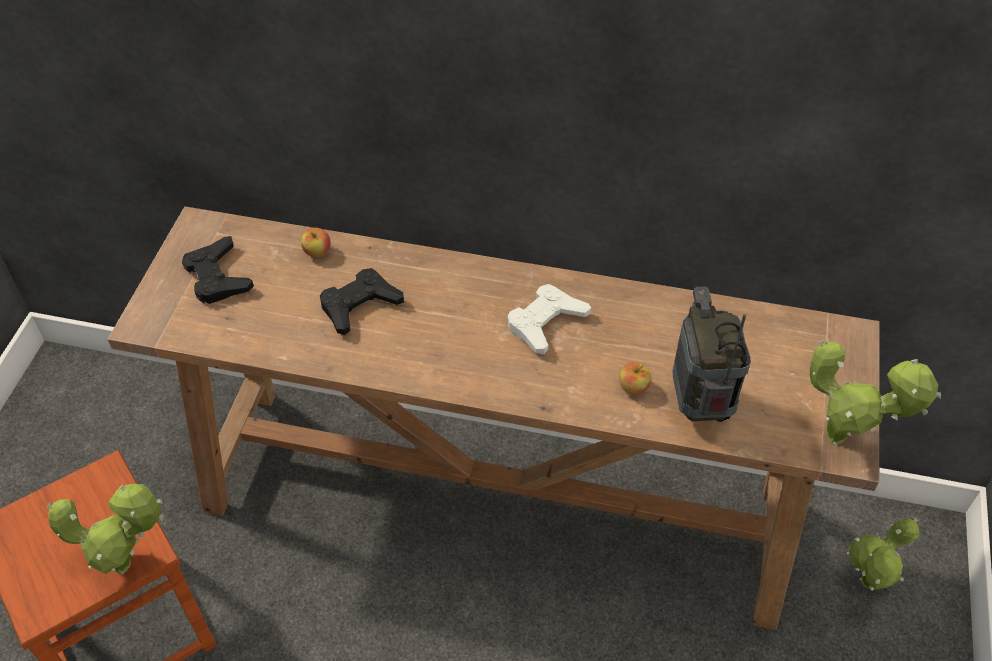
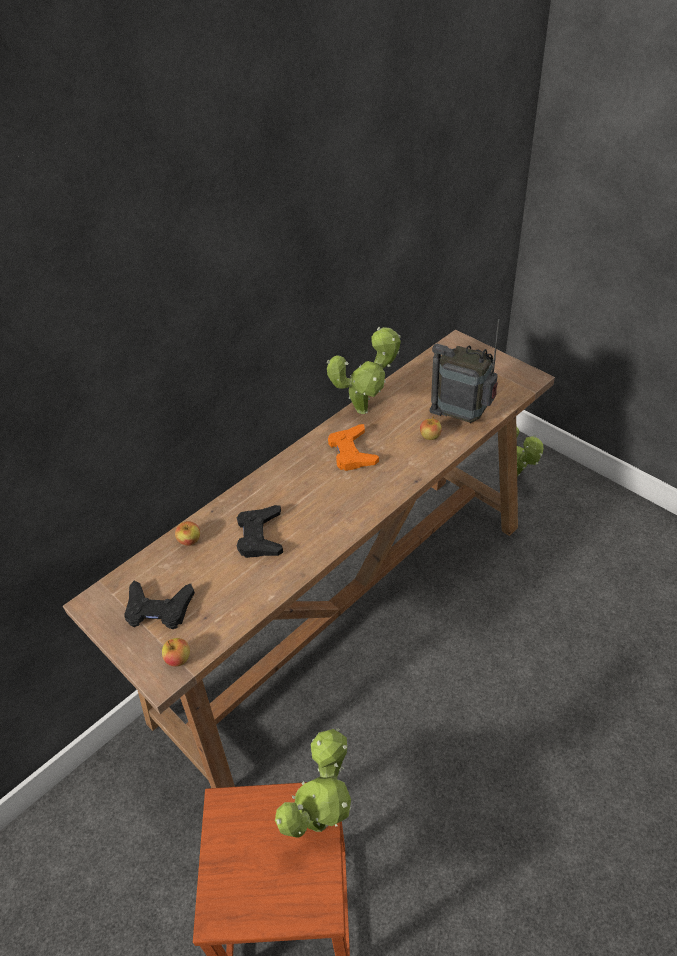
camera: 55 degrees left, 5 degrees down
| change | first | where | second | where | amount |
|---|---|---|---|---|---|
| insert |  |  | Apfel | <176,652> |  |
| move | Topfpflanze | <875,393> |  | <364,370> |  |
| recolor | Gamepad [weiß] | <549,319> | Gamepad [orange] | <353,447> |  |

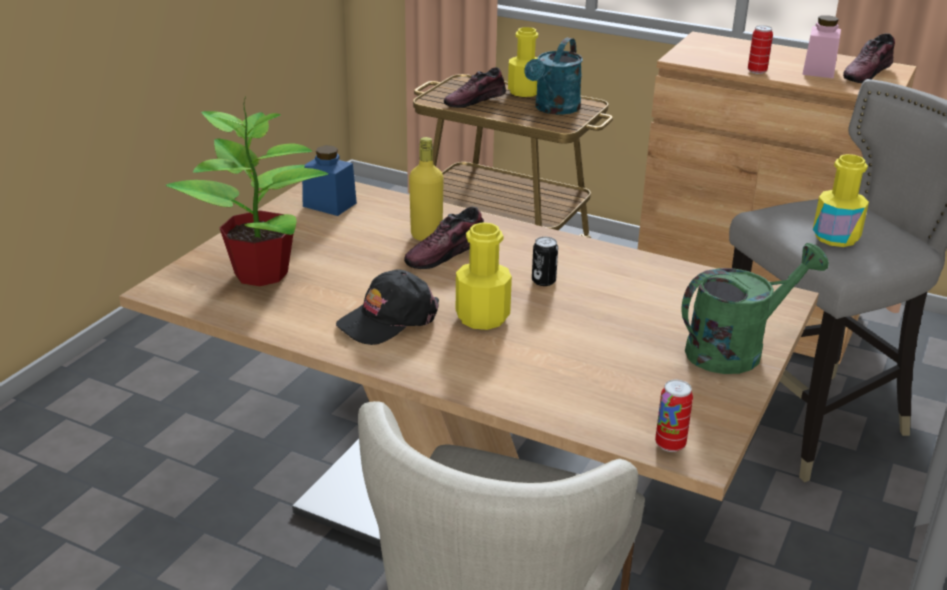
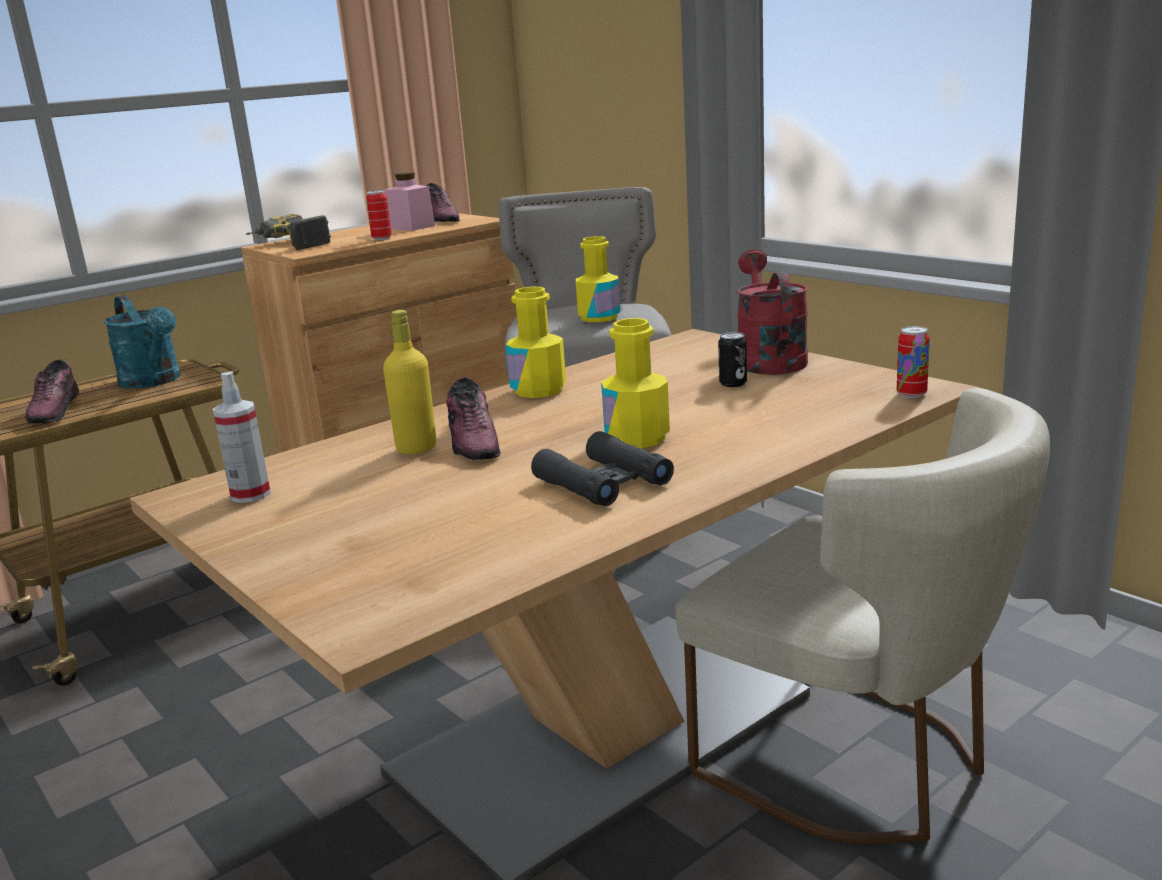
camera: 65 degrees left, 10 degrees down
| change | first | where | second | where | amount |
|---|---|---|---|---|---|
| replace | Vorratsglas [blau] | <329,181> | Sprühflasche | <242,437> |  |
| insert |  |  | Bohrmaschine | <288,232> |  |
| move | Flasche [gelb] | <523,62> |  | <536,342> |  |
| replace | Kappe [schwarz] | <387,307> | Fernglas [schwarz] | <602,468> |  |
| move | Dose | <545,261> |  | <732,359> |  |
| recolor | Gießkanne [grün] | <755,308> | Gießkanne [rot] | <772,312> |  |
| delete | Topfpflanze | <247,191> |  |  |  |

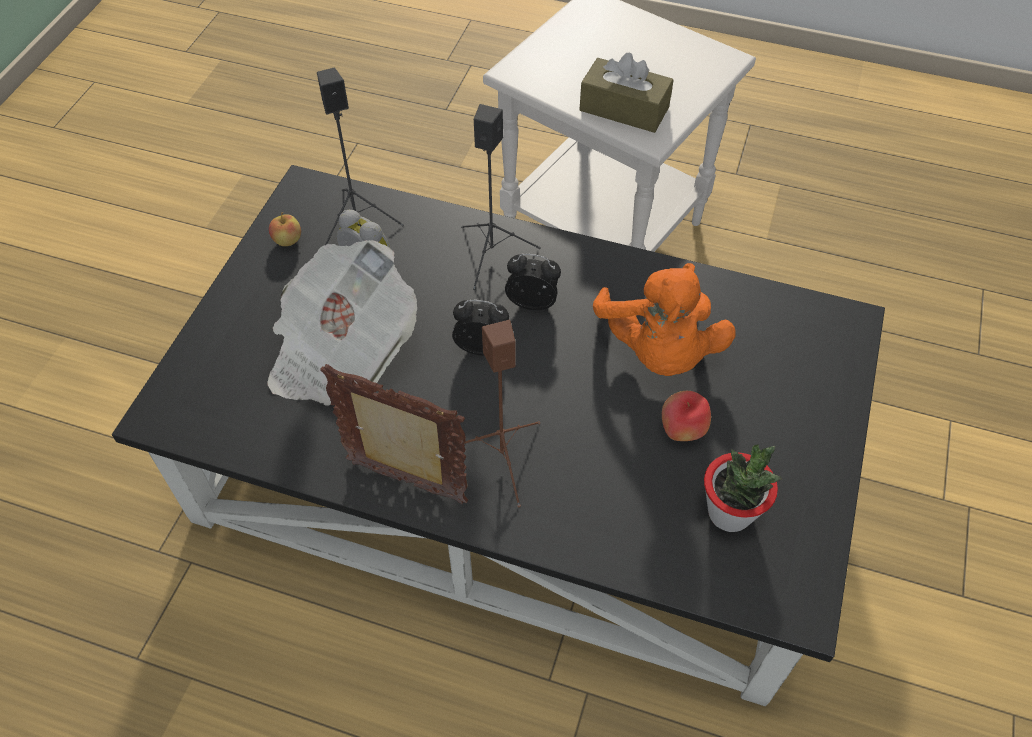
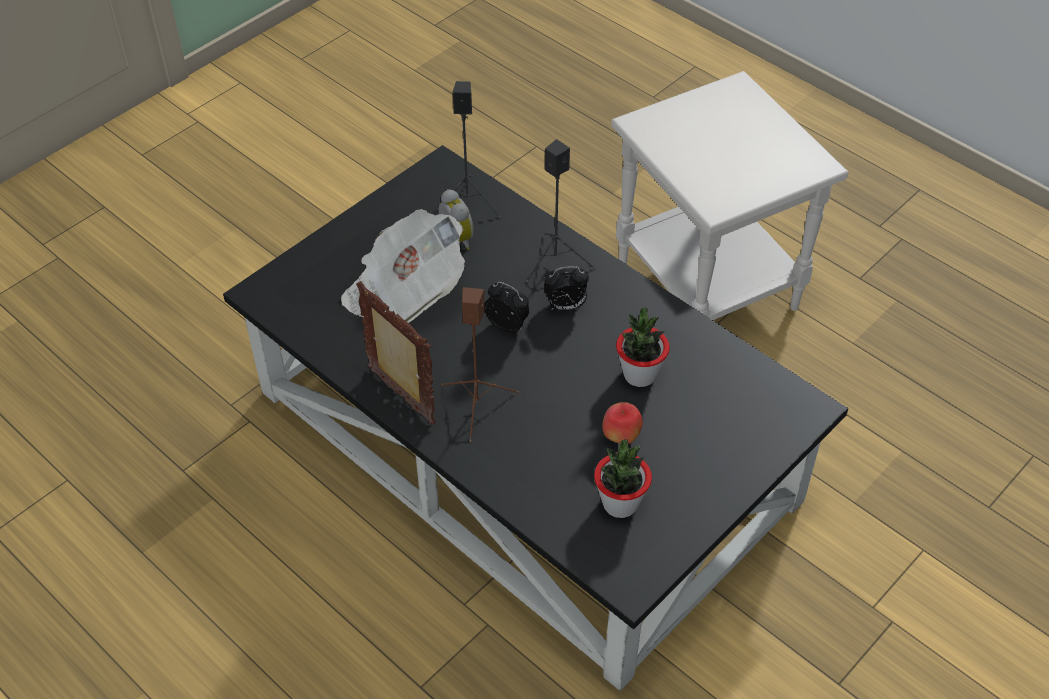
camera: 25 degrees right, 5 degrees down
| change | first | where | second | where | amount |
|---|---|---|---|---|---|
| rotate | Wecker | <533,282> |  | <566,288> | 135 degrees clockwise |
| replace | Plüschtier [orange] | <664,319> | Topfpflanze | <643,347> |  |
| delete | Apfel | <285,229> |  |  |  |
| delete | Taschentuchbox [braun] | <626,93> |  |  |  |

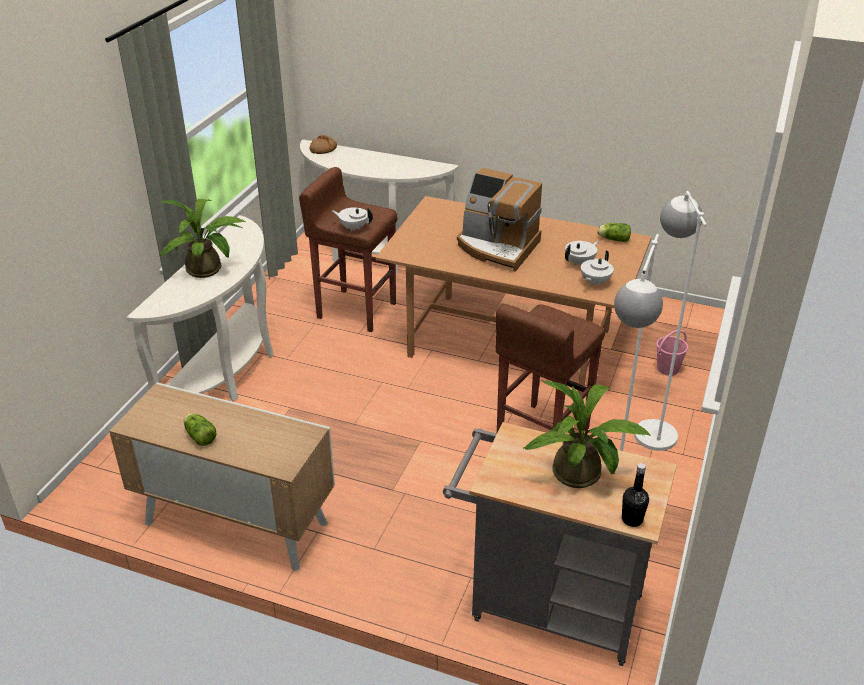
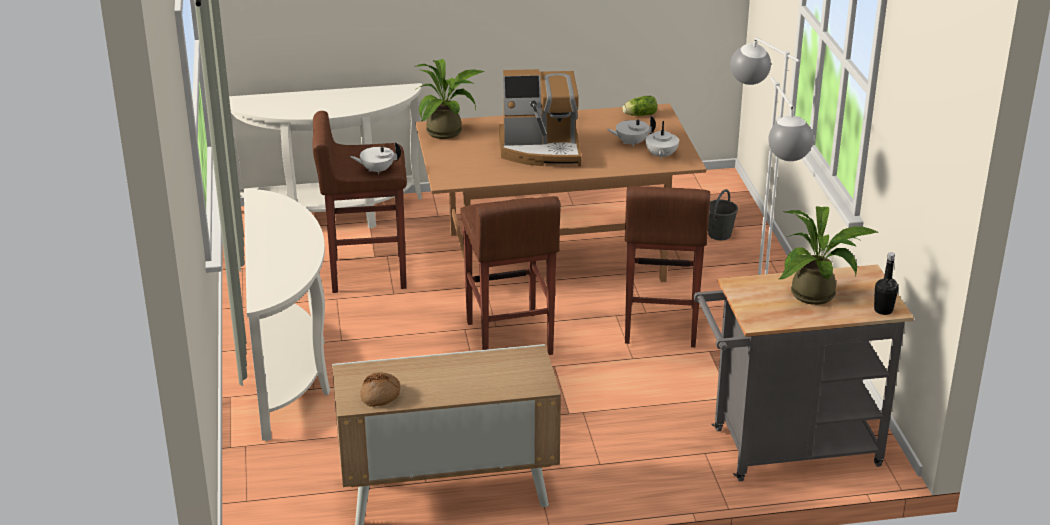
camera: 30 degrees left, 5 degrees down
| change | first | where | second | where | amount |
|---|---|---|---|---|---|
| move | Brot | <323,144> |  | <380,389> |  |
| move | Topfpflanze | <202,238> |  | <450,99> |  |
| insert |  |  | Hocker [braun] | <510,275> |  |
| rotate | Teekanne [weiß] | <582,253> |  | <631,131> | 120 degrees counterclockwise |
| recolor | Eimer [rosa] | <672,352> | Eimer [grau] | <723,214> |  |
| delete | Salatkopf | <200,430> |  |  |  |

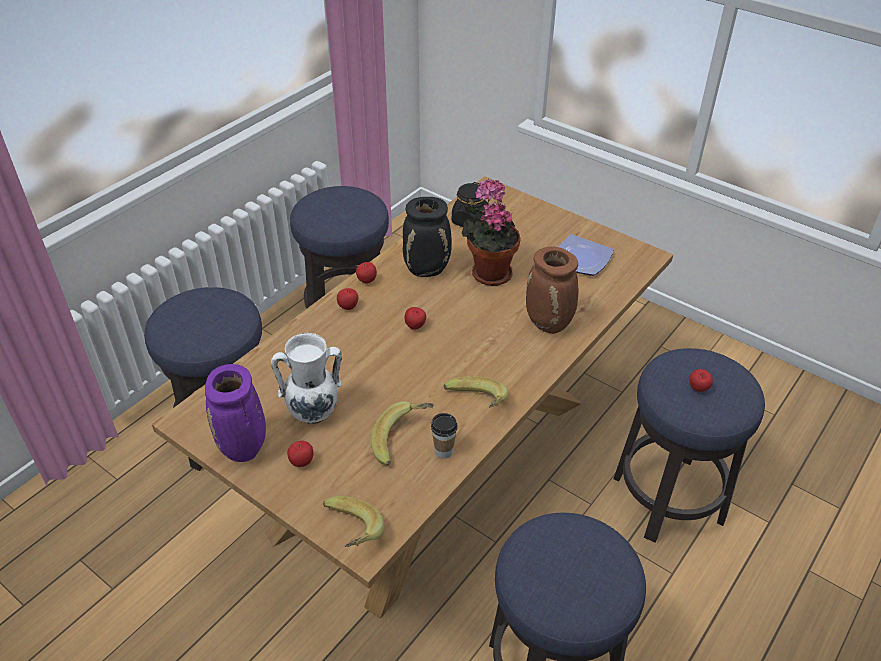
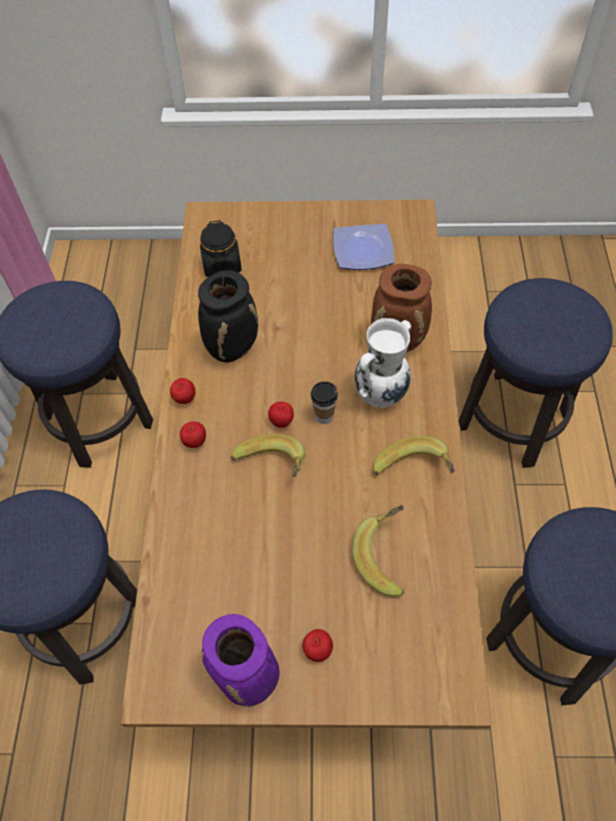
camera: 35 degrees left, 15 degrees up
| change | first | where | second | where | amount |
|---|---|---|---|---|---|
| move | Banane | <353,521> |  | <268,456> |  |
| move | Tasse | <444,436> |  | <324,403> |  |
| move | Vase [weiß] | <306,378> |  | <383,363> |  |
| delete | Topfpflanze | <491,232> |  |  |  |
| delete | Apfel | <701,380> |  |  |  |

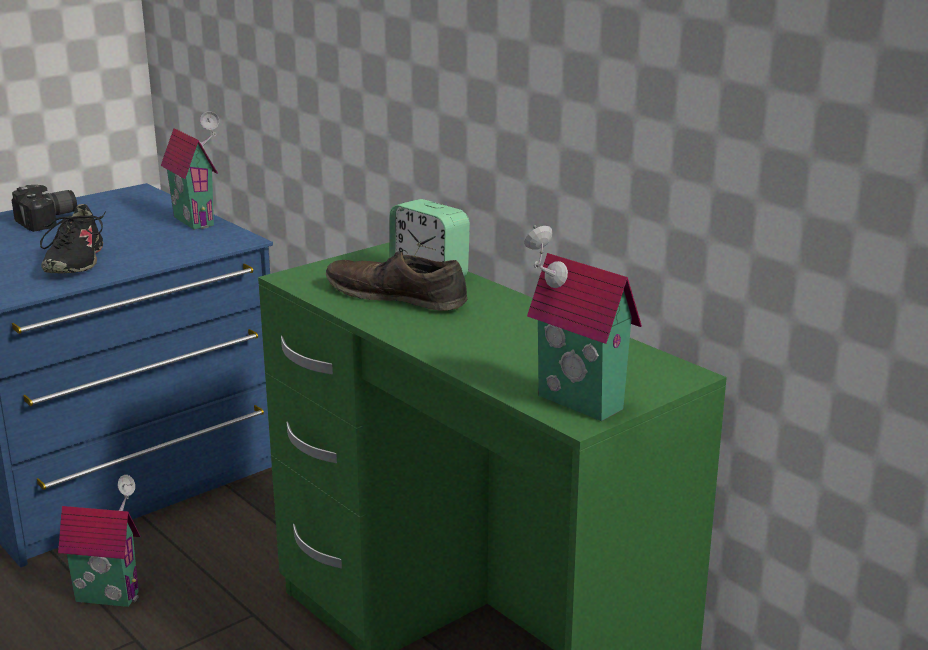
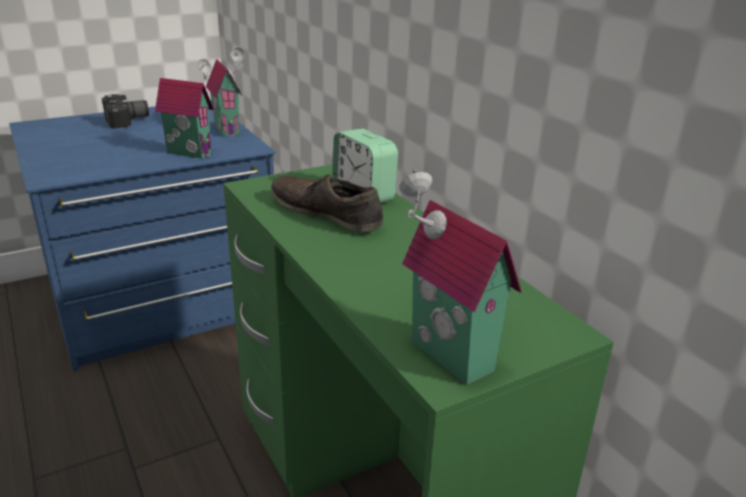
camera: 10 degrees right, 5 degrees up
| change | first | where | second | where | amount |
|---|---|---|---|---|---|
| move | Spielzeughaus | <99,541> |  | <184,109> |  |
| delete | Schuh [schwarz] | <73,238> |  |  |  |

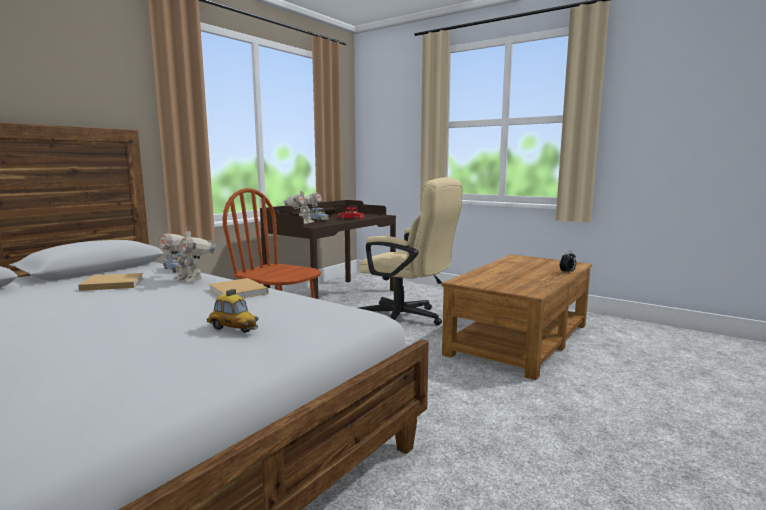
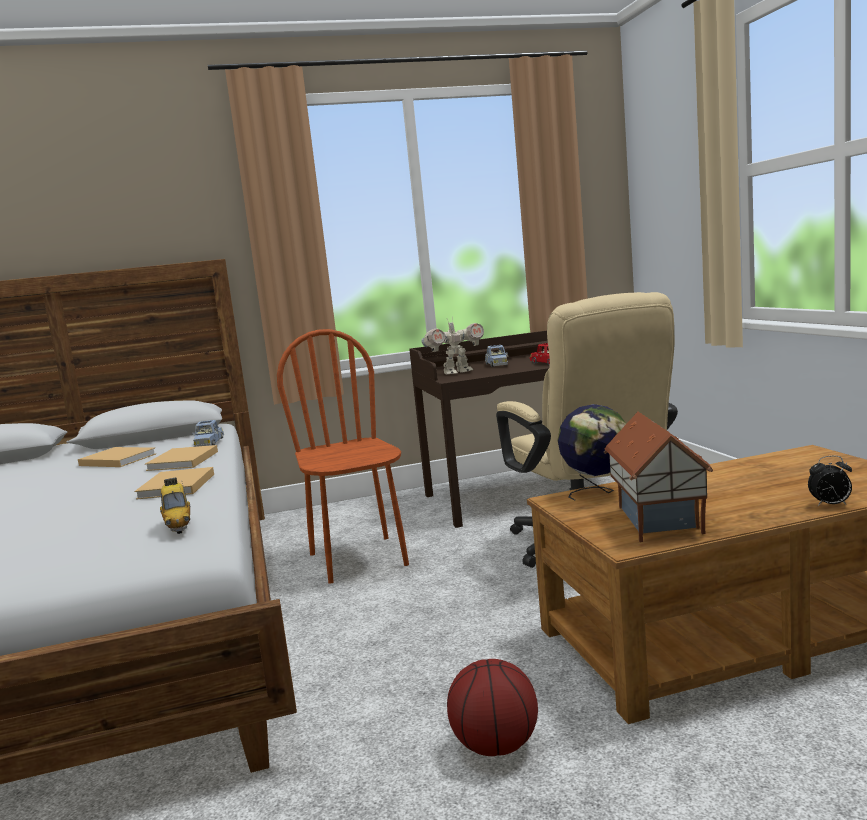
camera: 40 degrees right, 0 degrees up
| change | first | where | second | where | amount |
|---|---|---|---|---|---|
| replace | Spielzeugroboter | <187,254> | Buch [beige] | <181,458> |  |
| move | Spielzeugauto | <233,311> |  | <175,505> |  |
| insert |  |  | Basketball | <492,707> |  |
| insert |  |  | Globus | <592,452> |  |
| insert |  |  | Spielzeughaus | <658,477> |  |

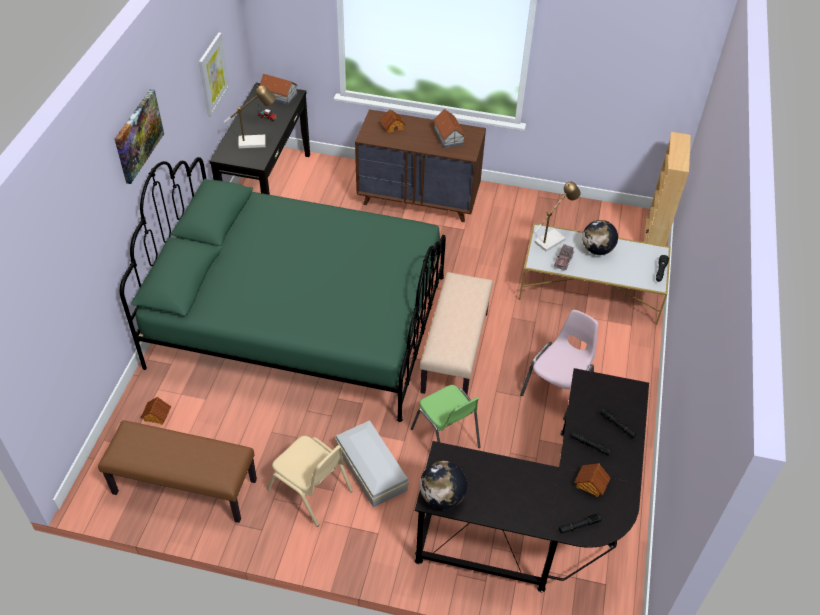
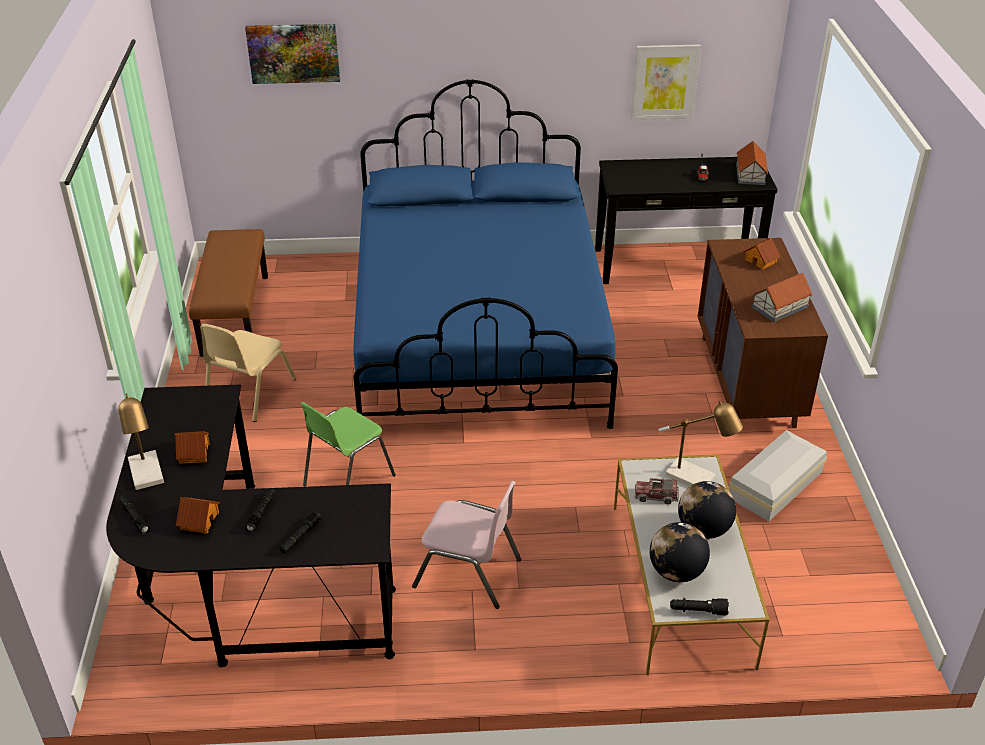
camera: 75 degrees right, 10 degrees down
| change | first | where | second | where | amount |
|---|---|---|---|---|---|
| move | Tischlampe | <250,116> |  | <141,441> |  |
| move | Spielzeughaus | <156,411> |  | <192,447> |  |
| move | Bild | <139,136> |  | <292,54> |  |
| recolor | Bett [grün] | <283,289> | Bett [blau] | <485,254> |  |
| move | Globus | <443,485> |  | <680,552> |  |
| move | Aufbewahrungsbox [weiß] | <372,463> |  | <778,475> |  |
| delete | Bank [beige] | <456,333> |  |  |  |
| delete | Bücherregal [beige] | <667,189> |  |  |  |

